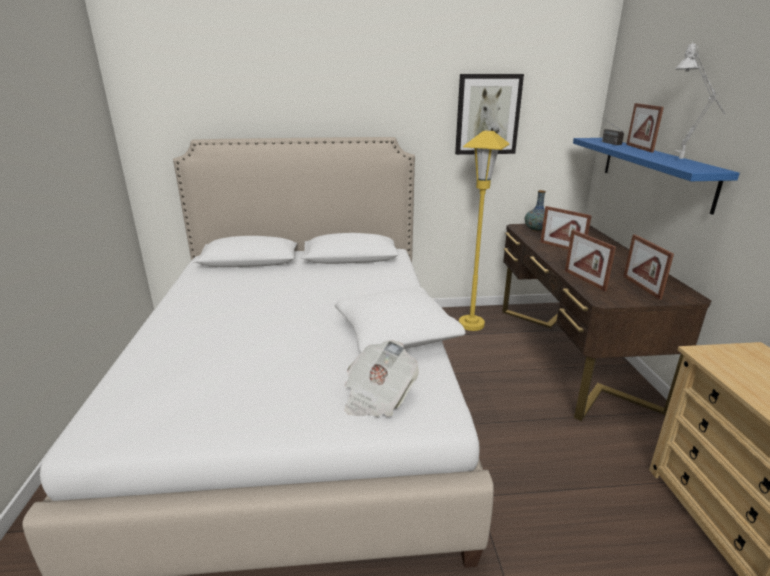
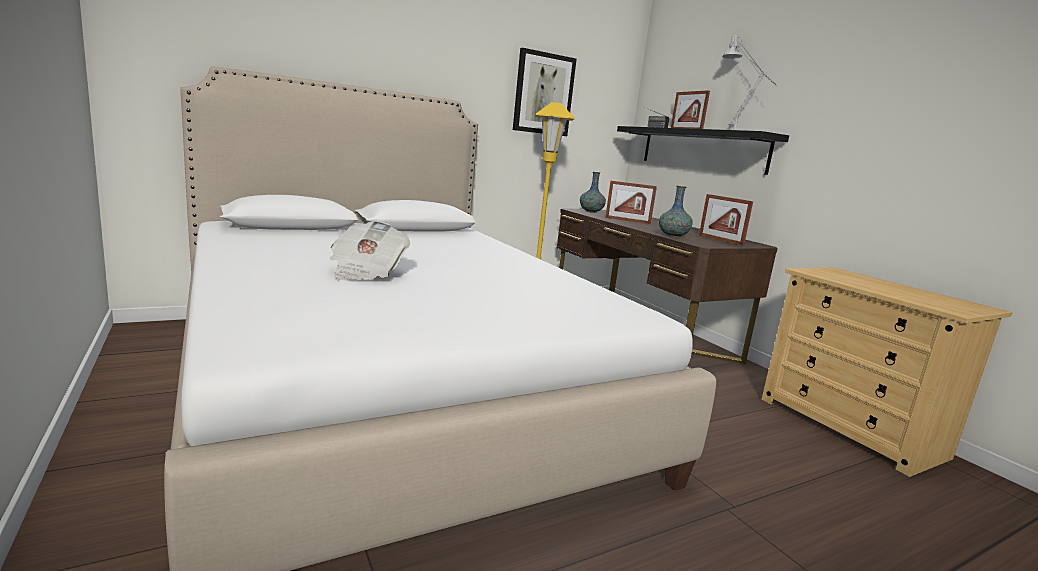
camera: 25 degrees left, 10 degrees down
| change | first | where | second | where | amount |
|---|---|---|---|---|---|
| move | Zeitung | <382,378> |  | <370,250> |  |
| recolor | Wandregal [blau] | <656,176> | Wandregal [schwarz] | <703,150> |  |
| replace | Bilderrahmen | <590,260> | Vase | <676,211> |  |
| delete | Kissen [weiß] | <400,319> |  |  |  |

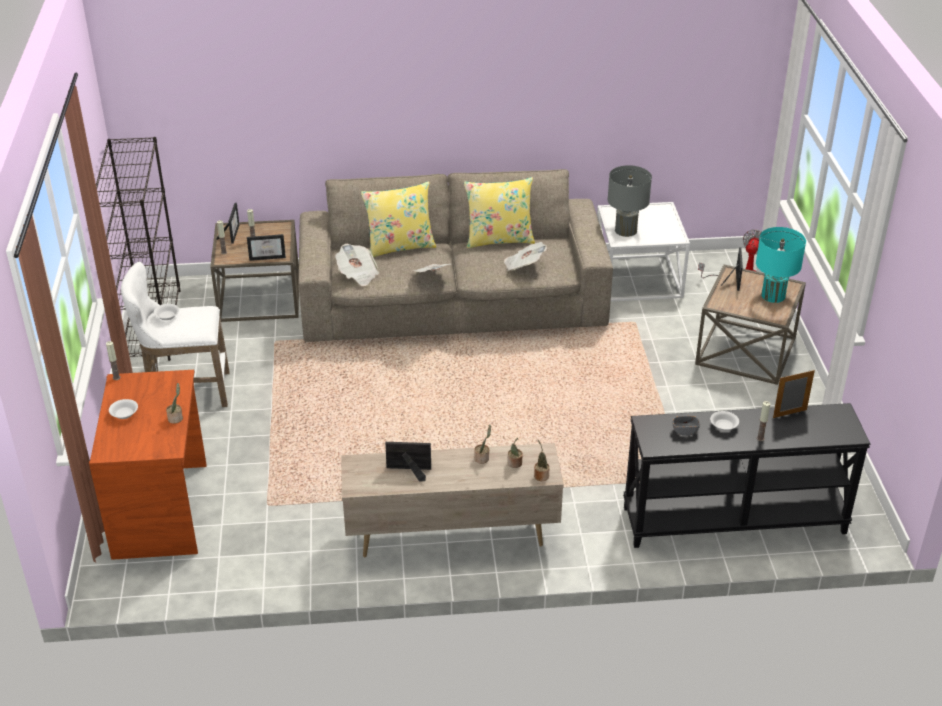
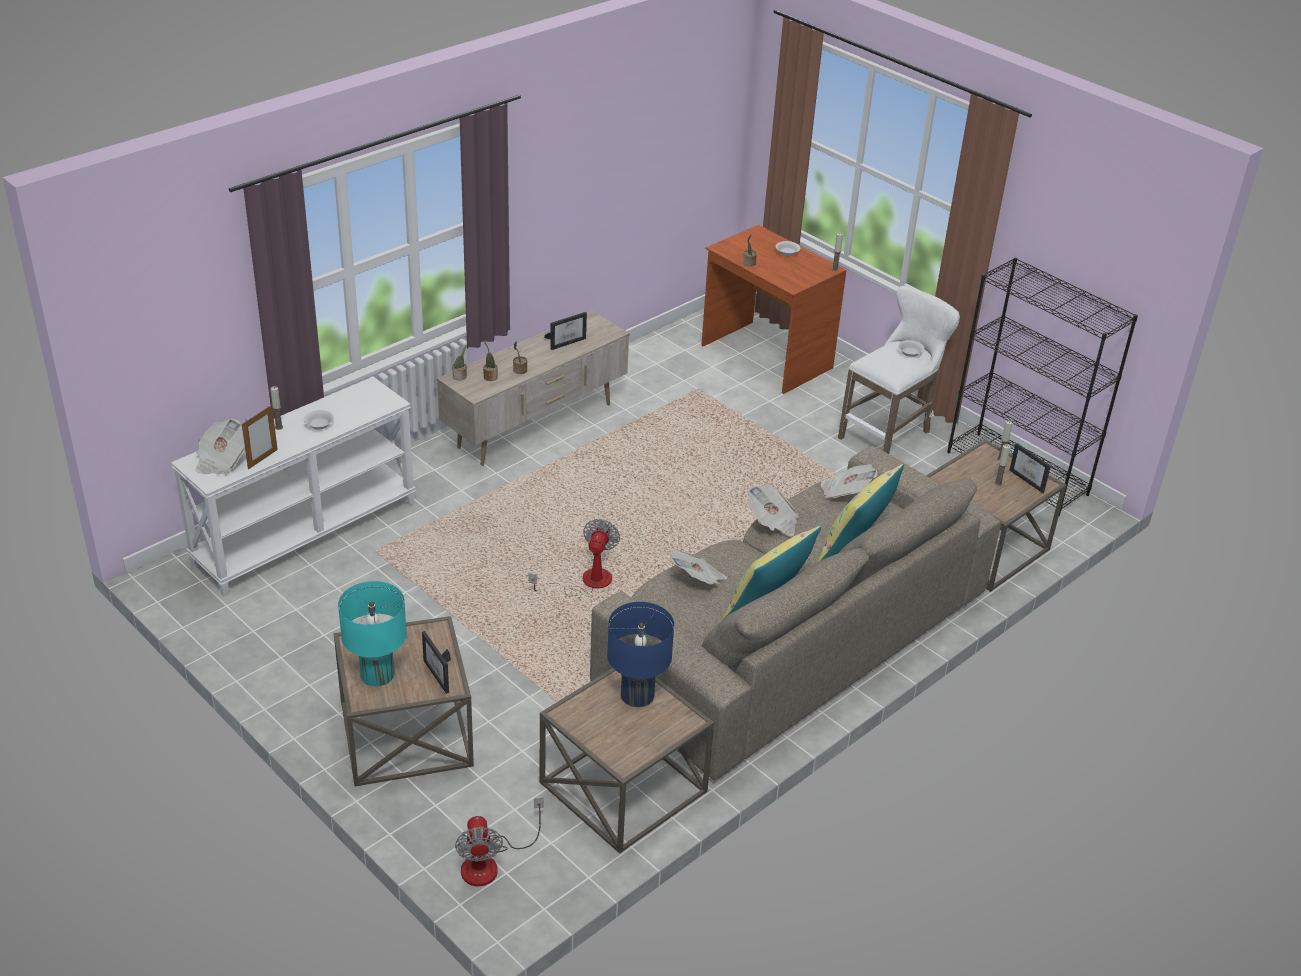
camera: 140 degrees right, 0 degrees up
| change | first | where | second | where | amount |
|---|---|---|---|---|---|
| recolor | Konsolentisch [schwarz] | <746,475> | Konsolentisch [weiß] | <293,487> |  |
| insert |  |  | Zeitung | <220,446> |  |
| insert |  |  | Ventilator | <574,557> |  |
| recolor | Beistelltisch [weiß] | <643,252> | Beistelltisch [braun] | <627,761> |  |
| recolor | Tischlampe [grau] | <630,201> | Tischlampe [blau] | <640,654> |  |
| delete | Bilderrahmen | <266,247> |  |  |  |
| delete | Schüssel [grau] | <686,426> |  |  |  |

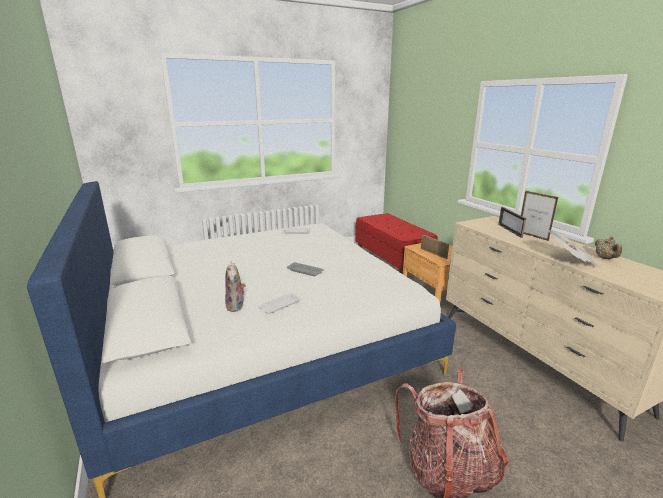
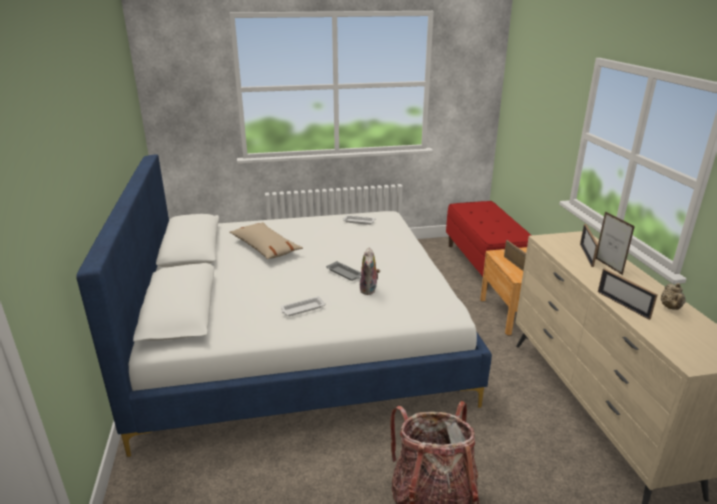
camera: 15 degrees right, 5 degrees up
| change | first | where | second | where | amount |
|---|---|---|---|---|---|
| insert |  |  | Kissen [beige] | <266,240> |  |
| move | Plüschtier | <235,287> |  | <370,271> |  |
| replace | Zeitung | <573,248> | Bilderrahmen | <628,294> |  |

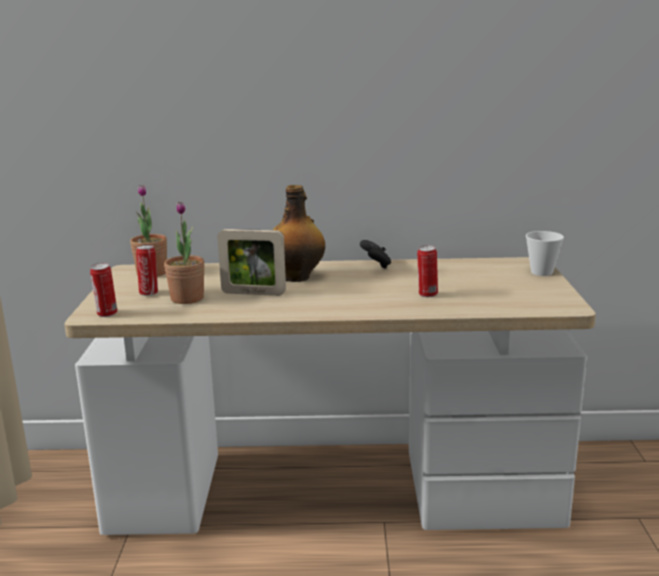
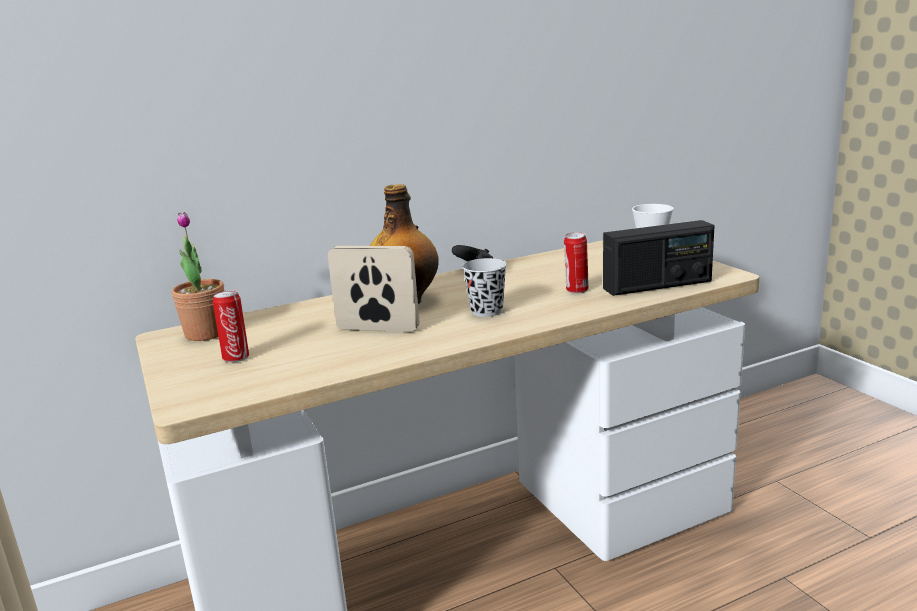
camera: 25 degrees left, 0 degrees up
| change | first | where | second | where | amount |
|---|---|---|---|---|---|
| rotate | Bilderrahmen | <251,262> |  | <373,289> | 150 degrees counterclockwise |
| insert |  |  | Tasse [schwarz] | <484,287> |  |
| insert |  |  | Radio | <658,258> |  |
| delete | Dose | <103,290> |  |  |  |
| delete | Topfpflanze | <184,253> |  |  |  |

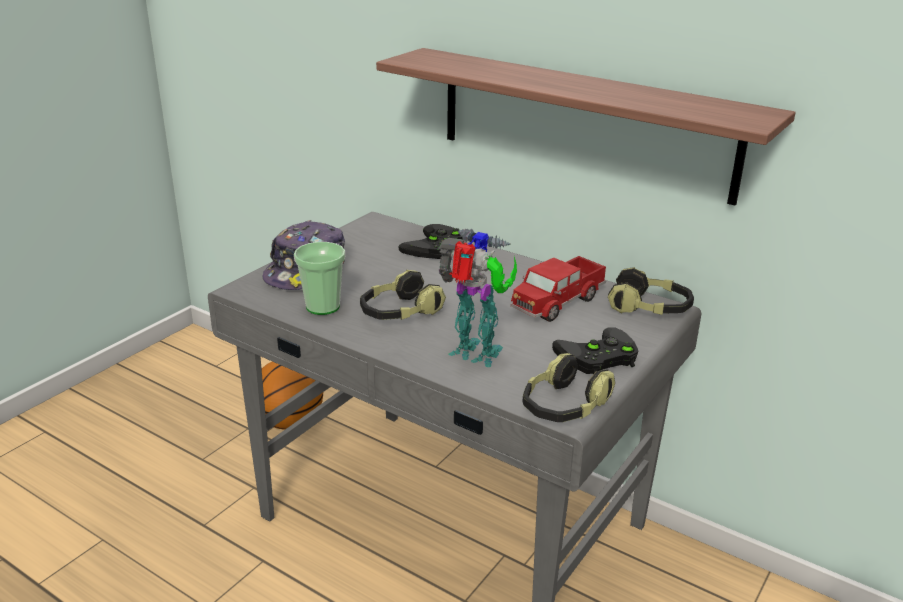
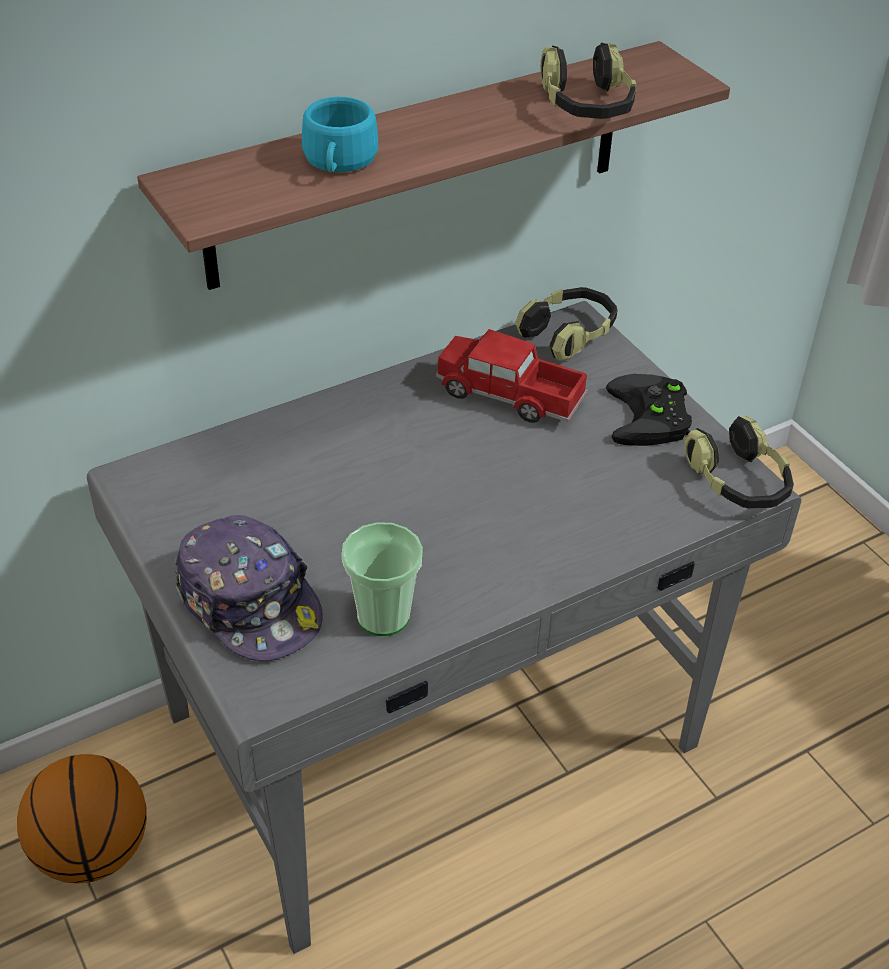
camera: 65 degrees left, 15 degrees up
| change | first | where | second | where | amount |
|---|---|---|---|---|---|
| insert |  |  | Tasse [türkis] | <340,134> |  |
| rotate | Spielzeuglaster | <558,289> |  | <512,376> | 135 degrees clockwise |
| move | Kopfhörer | <403,295> |  | <588,81> |  |
| delete | Gamepad [schwarz] | <431,241> |  |  |  |
| delete | Spielzeugroboter | <477,298> |  |  |  |

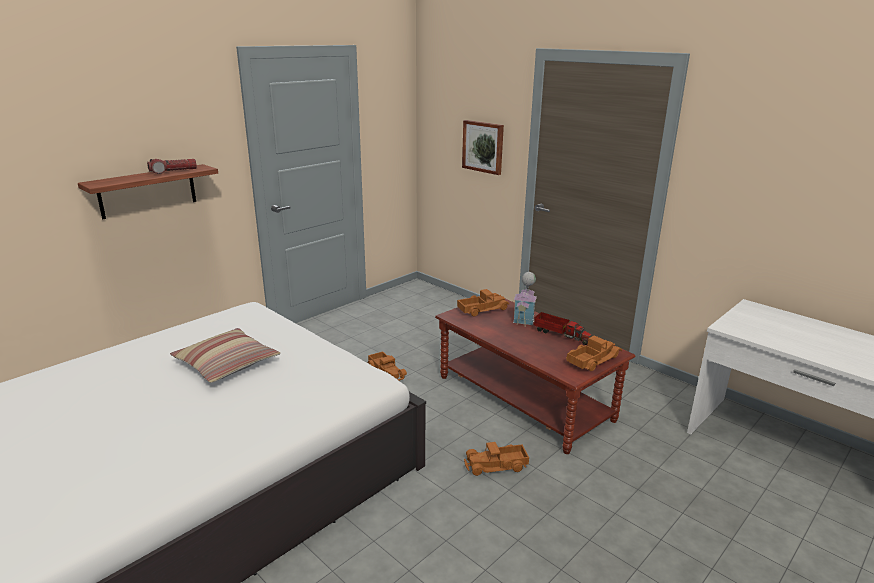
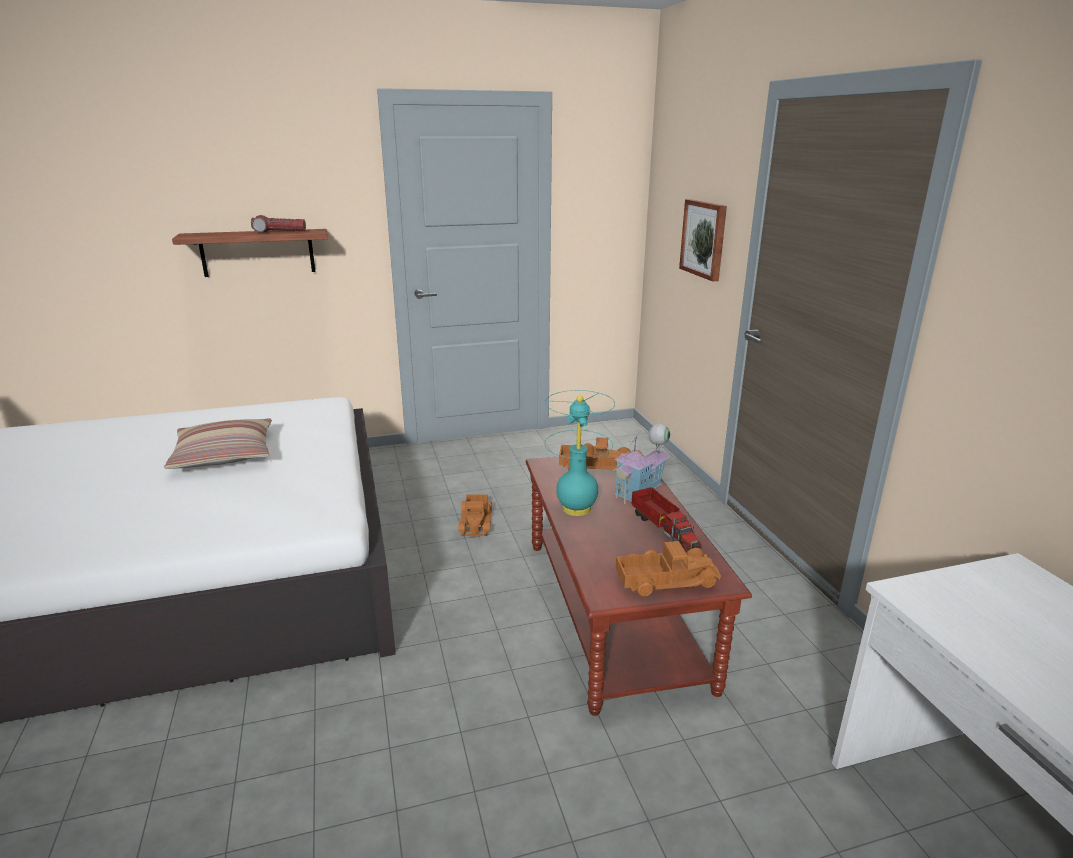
camera: 30 degrees right, 0 degrees up
| change | first | where | second | where | amount |
|---|---|---|---|---|---|
| insert |  |  | Tischlampe [türkis] | <580,453> |  |
| delete | Spielzeuglaster | <496,459> |  |  |  |

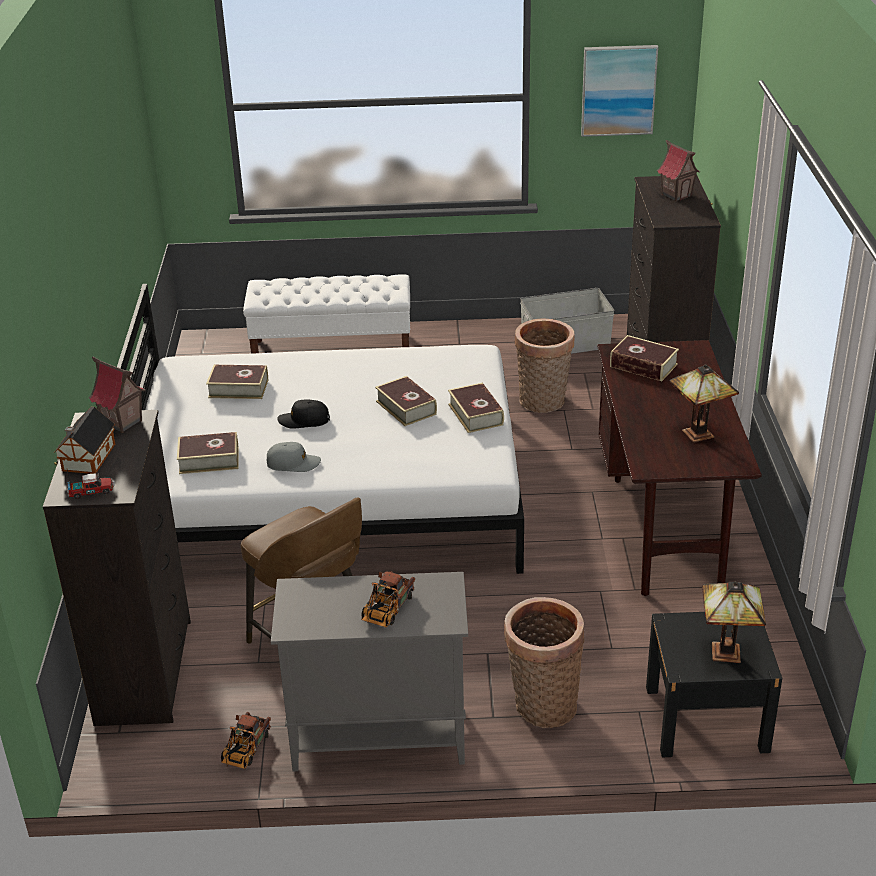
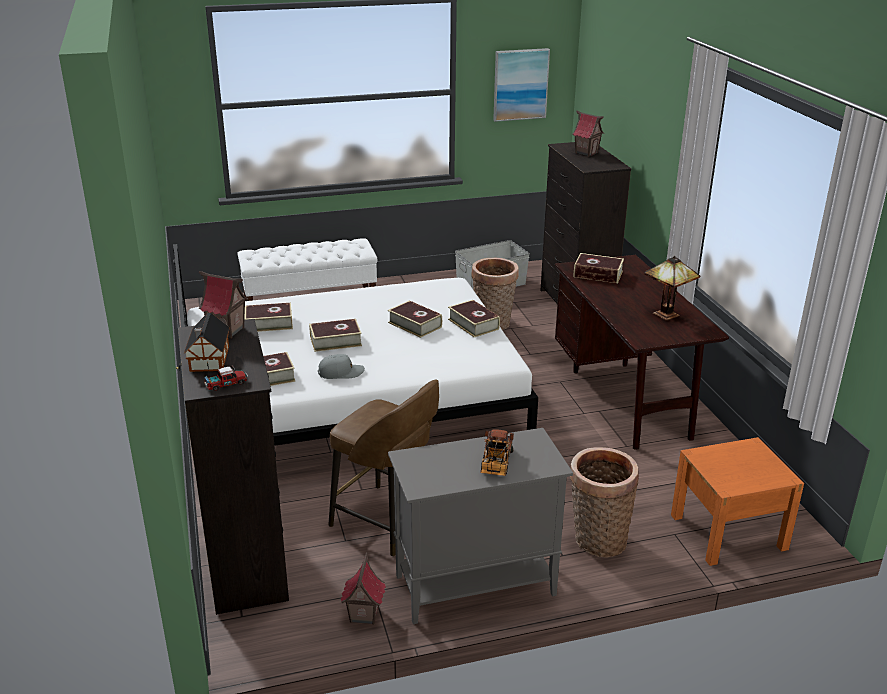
camera: 15 degrees left, 5 degrees down
| change | first | where | second | where | amount |
|---|---|---|---|---|---|
| replace | Kappe [schwarz] | <303,414> | Buch | <335,335> |  |
| replace | Spielzeuglaster | <246,740> | Spielzeughaus | <363,588> |  |
| recolor | Nachttisch [schwarz] | <714,684> | Nachttisch [orange] | <737,501> |  |
| delete | Tischlampe | <734,622> |  |  |  |

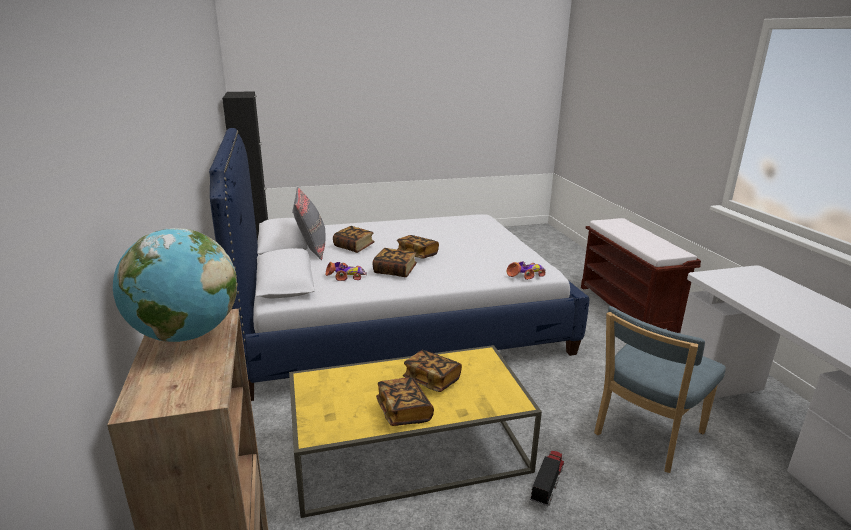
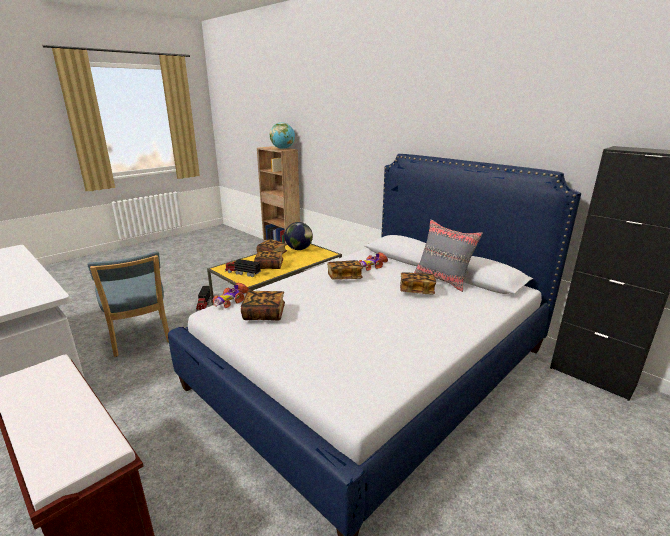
camera: 150 degrees right, 0 degrees up
| change | first | where | second | where | amount |
|---|---|---|---|---|---|
| rotate | Stuhl [blau] | <660,389> |  | <128,304> | 135 degrees clockwise |
| insert |  |  | Spielzeuglaster | <243,268> |  |
| move | Buch | <418,247> |  | <263,305> |  |
| insert |  |  | Globus | <299,236> |  |

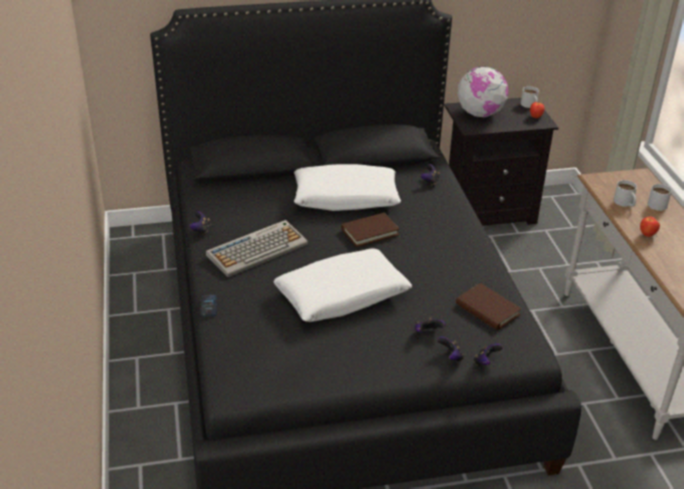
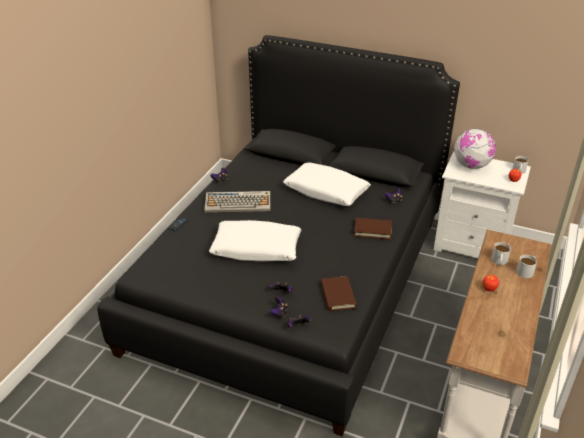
camera: 35 degrees right, 0 degrees up
| change | first | where | second | where | amount |
|---|---|---|---|---|---|
| move | Buch [braun] | <370,230> |  | <373,229> |  |
| recolor | Nachttisch [schwarz] | <501,162> | Nachttisch [weiß] | <482,204> |  |

